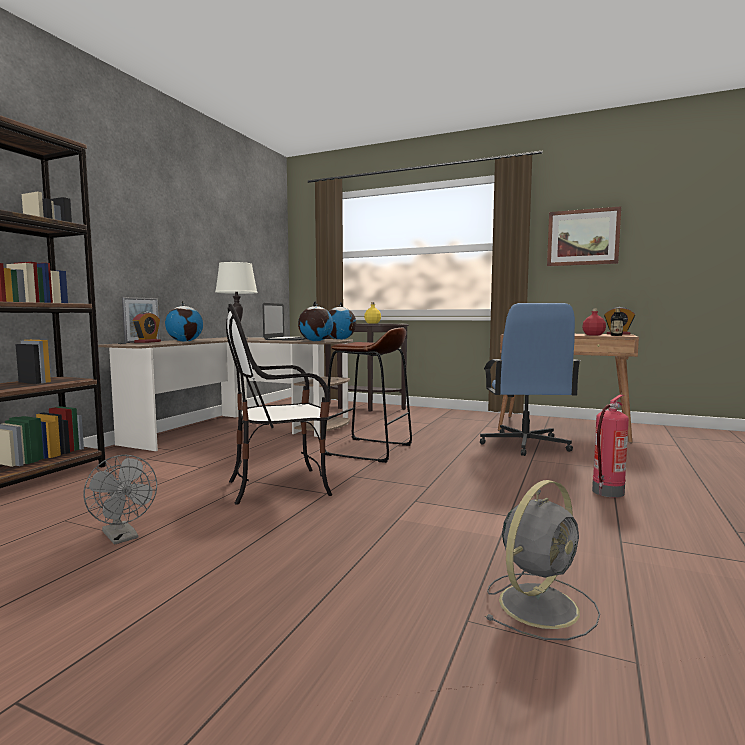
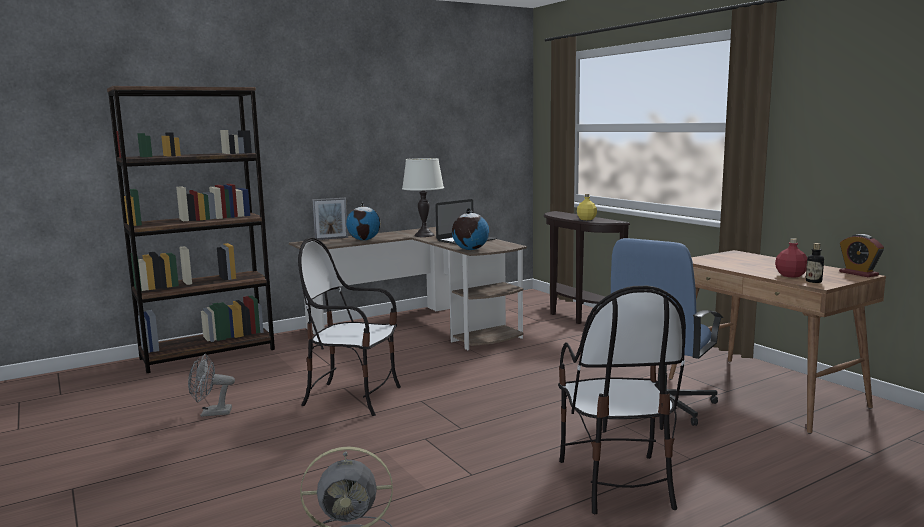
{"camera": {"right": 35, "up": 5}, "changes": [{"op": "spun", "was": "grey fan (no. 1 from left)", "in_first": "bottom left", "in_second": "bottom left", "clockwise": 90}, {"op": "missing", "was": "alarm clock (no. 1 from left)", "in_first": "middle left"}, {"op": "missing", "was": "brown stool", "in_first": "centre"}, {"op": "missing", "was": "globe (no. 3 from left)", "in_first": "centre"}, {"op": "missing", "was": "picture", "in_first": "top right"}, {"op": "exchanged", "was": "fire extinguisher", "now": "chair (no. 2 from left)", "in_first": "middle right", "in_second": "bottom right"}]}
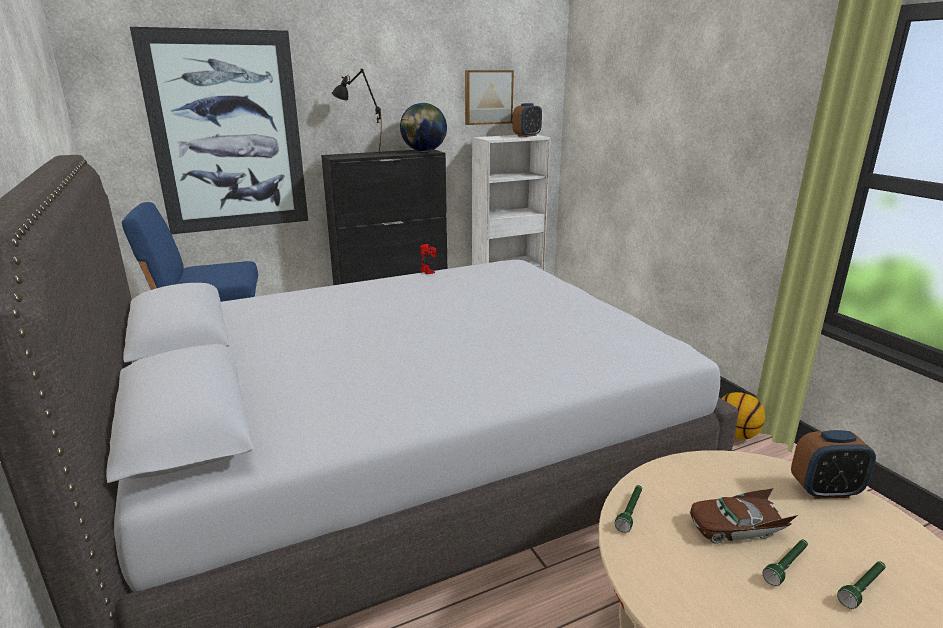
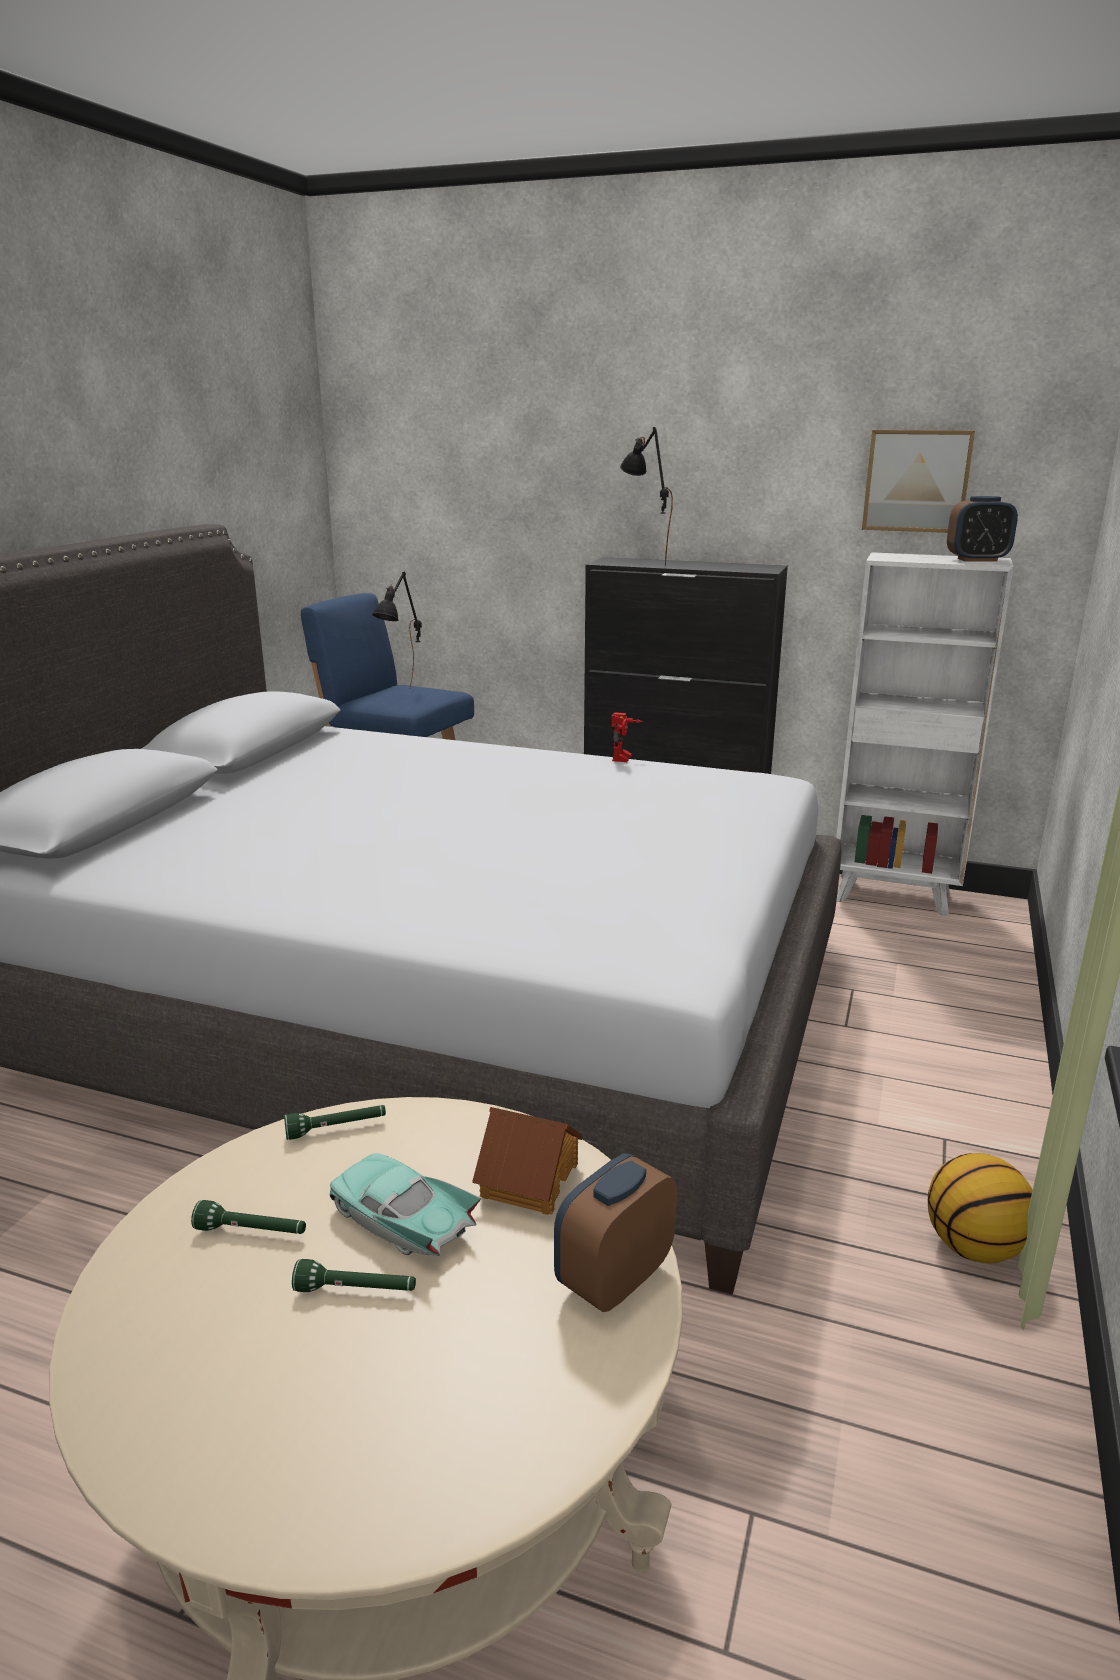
{"camera": {"right": 45, "up": 0}, "changes": [{"op": "missing", "was": "picture (no. 1 from left)", "in_first": "top left"}, {"op": "missing", "was": "globe", "in_first": "top centre"}, {"op": "colour", "was": "brown toy car", "now": "turquoise toy car", "in_first": "bottom right", "in_second": "bottom centre"}, {"op": "spun", "was": "alarm clock (no. 2 from left in the first image)", "in_first": "bottom right", "in_second": "bottom centre", "clockwise": 90}, {"op": "relocated", "was": "green flashlight (no. 3 from left in the first image)", "now": "green flashlight (no. 1 from left)", "in_first": "bottom right", "in_second": "bottom left"}, {"op": "appeared", "now": "black table lamp (no. 1 from left)", "in_second": "centre"}, {"op": "appeared", "now": "toy house", "in_second": "bottom centre"}]}
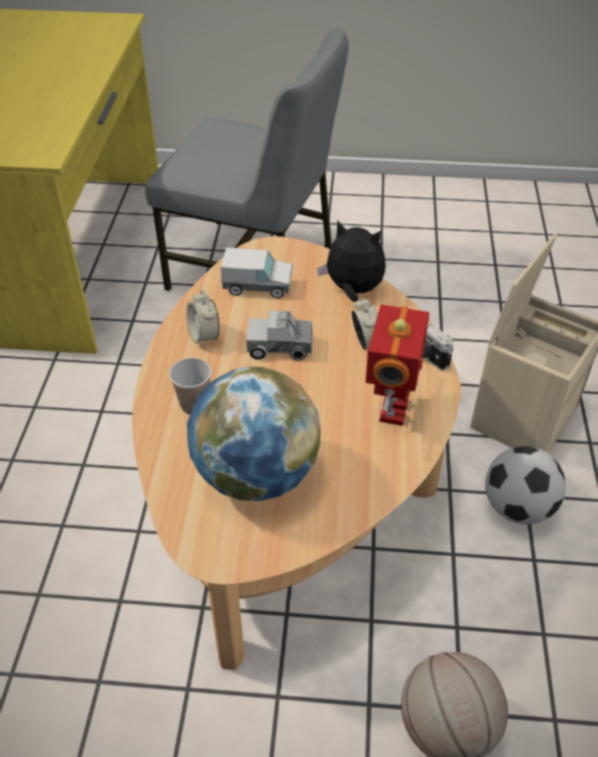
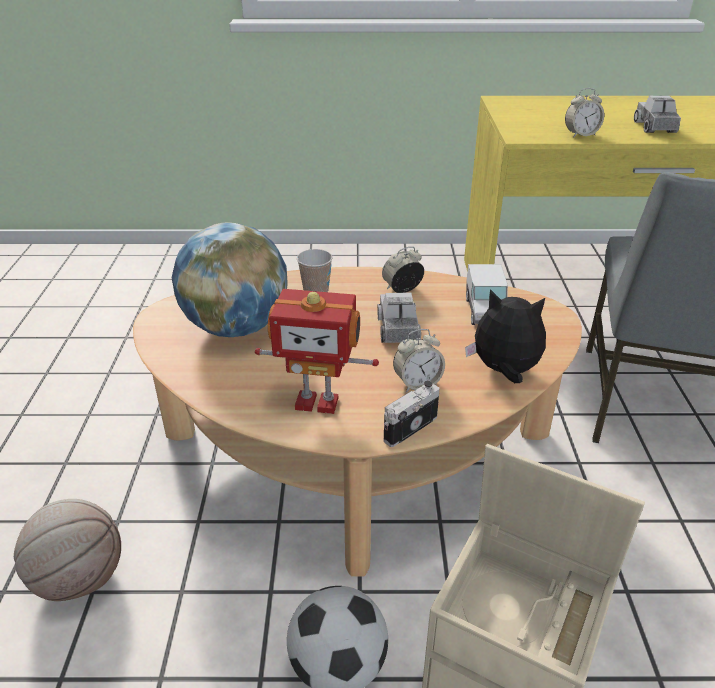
{"camera": {"right": 85, "up": -10}, "changes": [{"op": "spun", "was": "plush toy", "in_first": "centre", "in_second": "middle right", "clockwise": -90}, {"op": "appeared", "now": "alarm clock (no. 3 from left)", "in_second": "top right"}, {"op": "appeared", "now": "toy truck (no. 3 from left)", "in_second": "top right"}]}
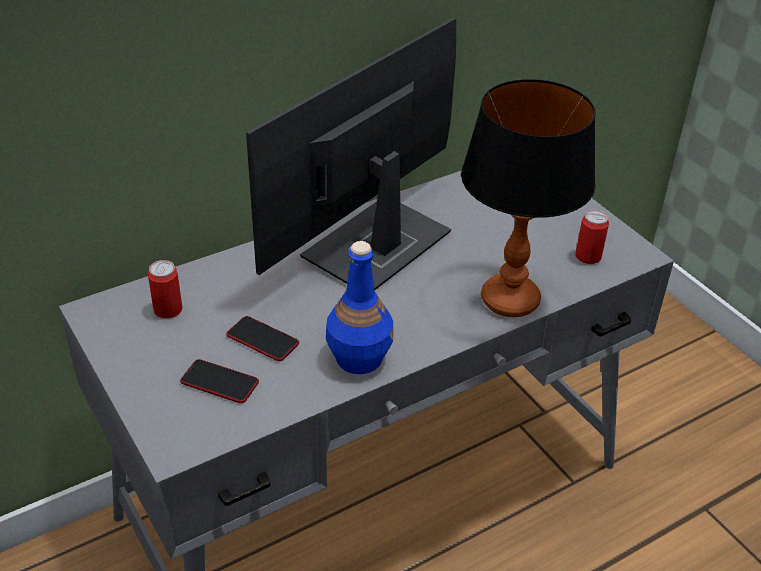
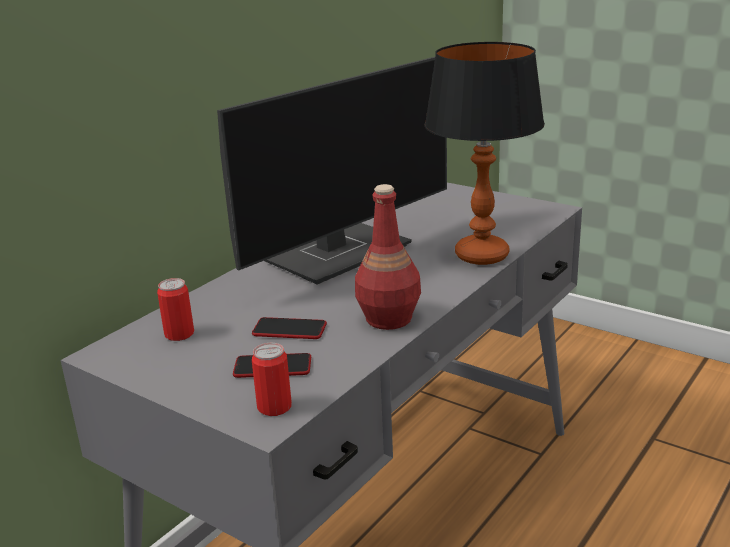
{"camera": {"right": -20, "up": -15}, "changes": [{"op": "spun", "was": "monitor", "in_first": "top centre", "in_second": "top centre", "clockwise": -150}, {"op": "colour", "was": "blue bottle", "now": "red bottle", "in_first": "centre", "in_second": "centre"}, {"op": "relocated", "was": "can (no. 2 from left)", "in_first": "middle right", "in_second": "bottom centre"}]}
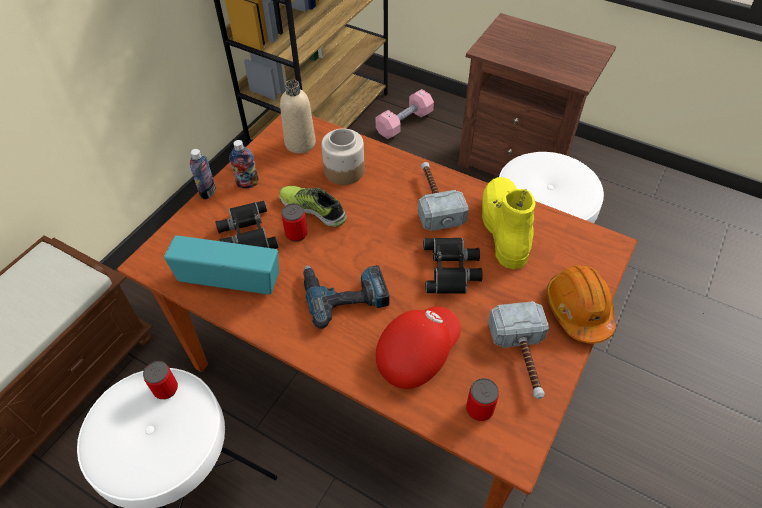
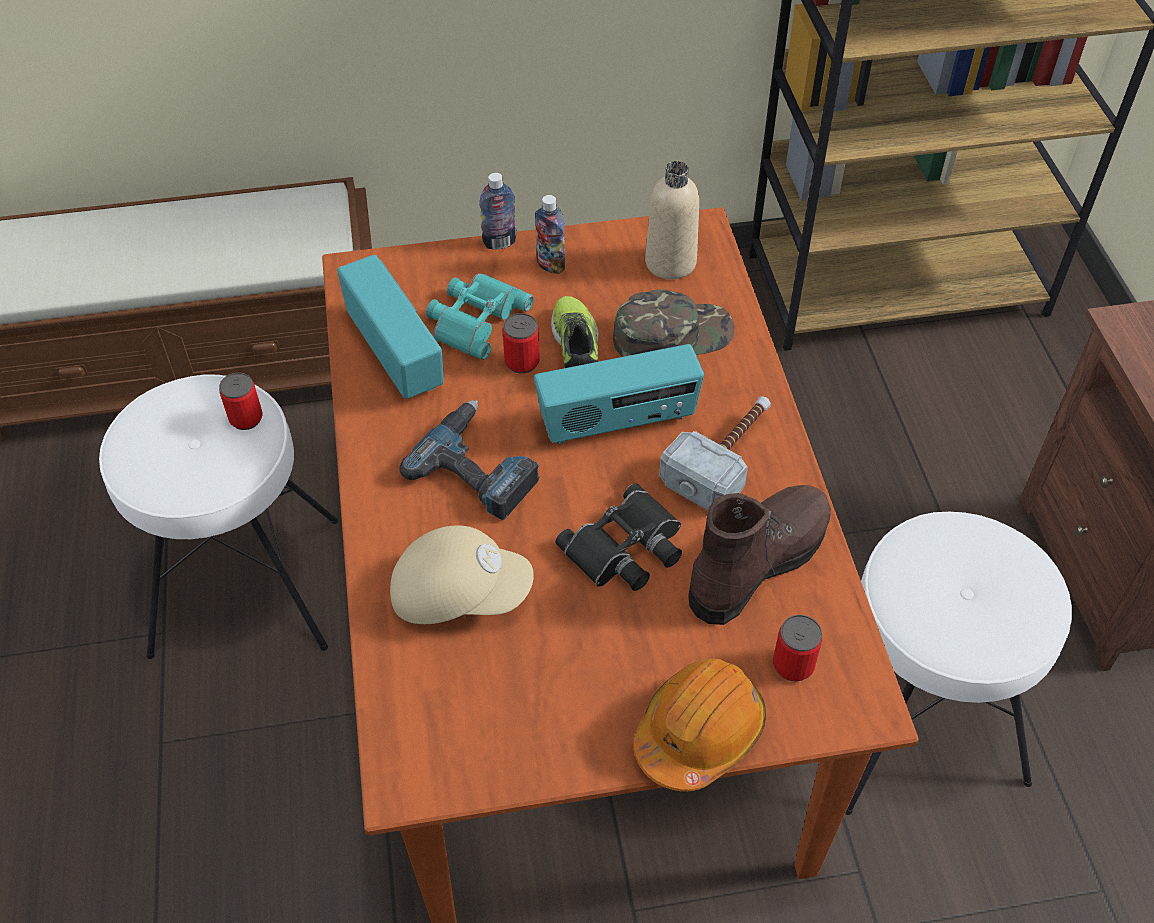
{"camera": {"right": 50, "up": 0}, "changes": [{"op": "colour", "was": "black binoculars (no. 1 from left)", "now": "turquoise binoculars", "in_first": "middle left", "in_second": "centre"}, {"op": "exchanged", "was": "jar", "now": "green cap", "in_first": "top centre", "in_second": "centre"}, {"op": "missing", "was": "pink dumbbell", "in_first": "top centre"}, {"op": "colour", "was": "red cap", "now": "beige cap", "in_first": "bottom centre", "in_second": "centre"}, {"op": "relocated", "was": "can (no. 3 from left)", "in_first": "bottom centre", "in_second": "bottom right"}, {"op": "colour", "was": "yellow boot", "now": "brown boot", "in_first": "middle right", "in_second": "centre"}, {"op": "missing", "was": "hammer (no. 2 from left)", "in_first": "bottom right"}, {"op": "appeared", "now": "radio (no. 2 from left)", "in_second": "centre"}]}
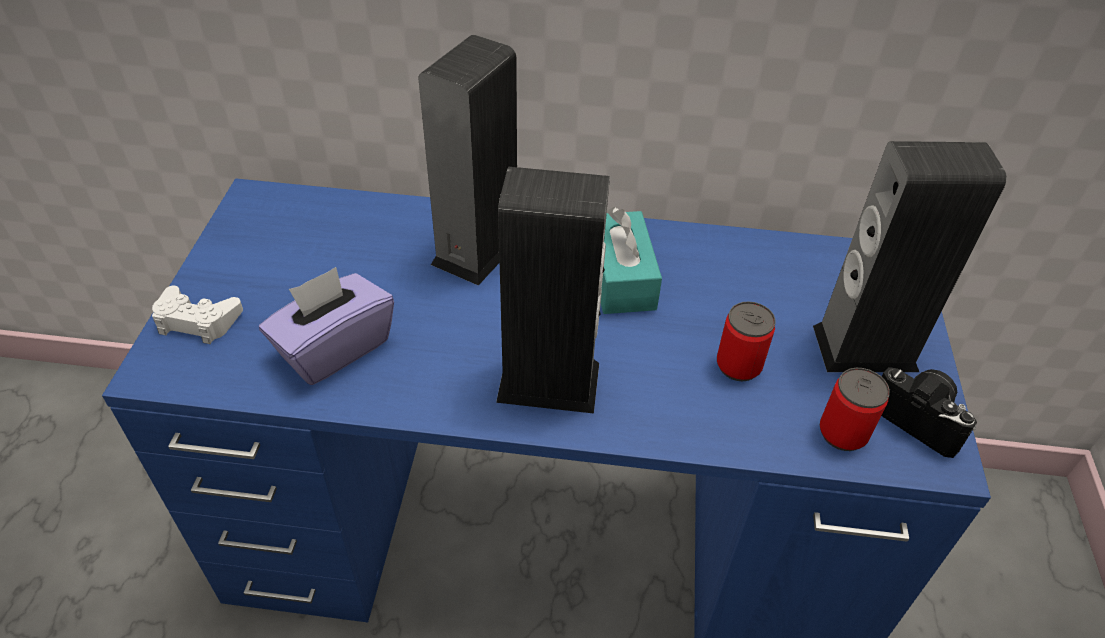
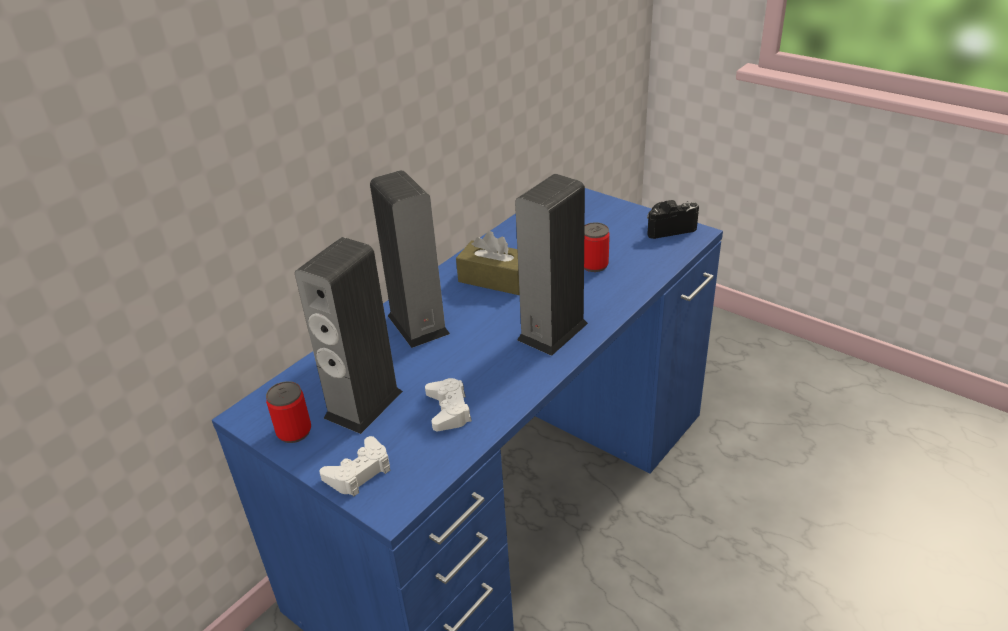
{"camera": {"right": -55, "up": -10}, "changes": [{"op": "exchanged", "was": "purple tissue box", "now": "white game controller (no. 2 from left)", "in_first": "middle left", "in_second": "centre"}, {"op": "colour", "was": "turquoise tissue box", "now": "brown tissue box", "in_first": "centre", "in_second": "centre"}, {"op": "relocated", "was": "speaker (no. 3 from left in the first image)", "now": "speaker (no. 1 from left)", "in_first": "middle right", "in_second": "centre"}, {"op": "relocated", "was": "can (no. 2 from left in the first image)", "now": "can (no. 1 from left)", "in_first": "middle right", "in_second": "middle left"}]}
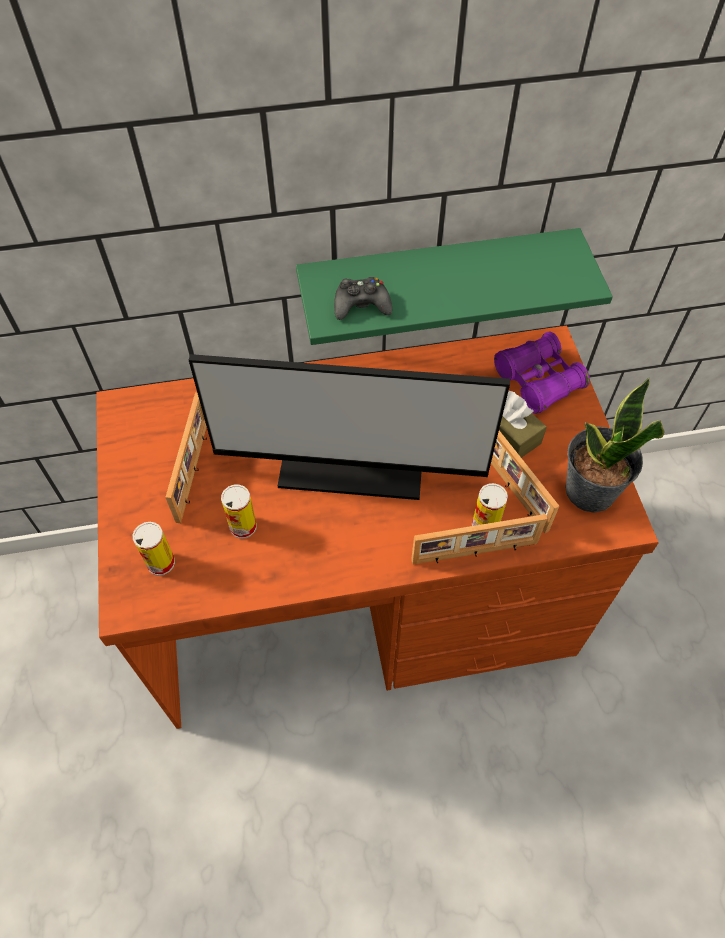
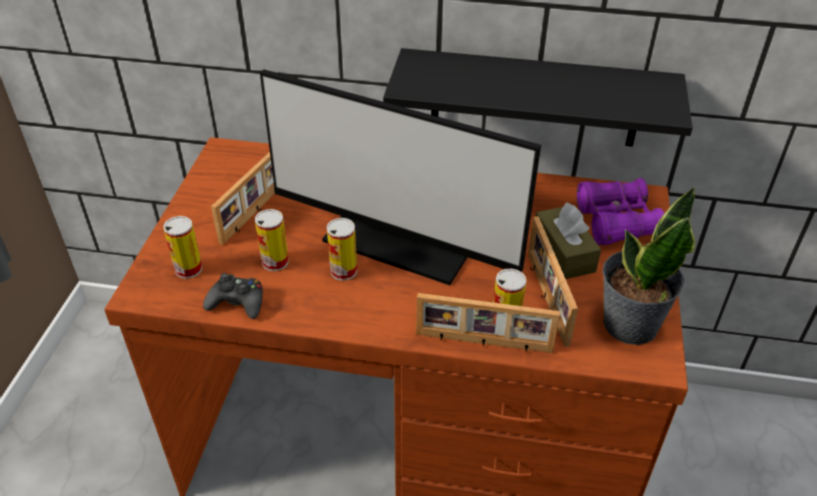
{"camera": {"right": 20, "up": -15}, "changes": [{"op": "colour", "was": "green shelf", "now": "black shelf", "in_first": "top centre", "in_second": "top centre"}, {"op": "relocated", "was": "black game controller", "in_first": "top centre", "in_second": "middle left"}, {"op": "appeared", "now": "can (no. 3 from left)", "in_second": "centre"}]}
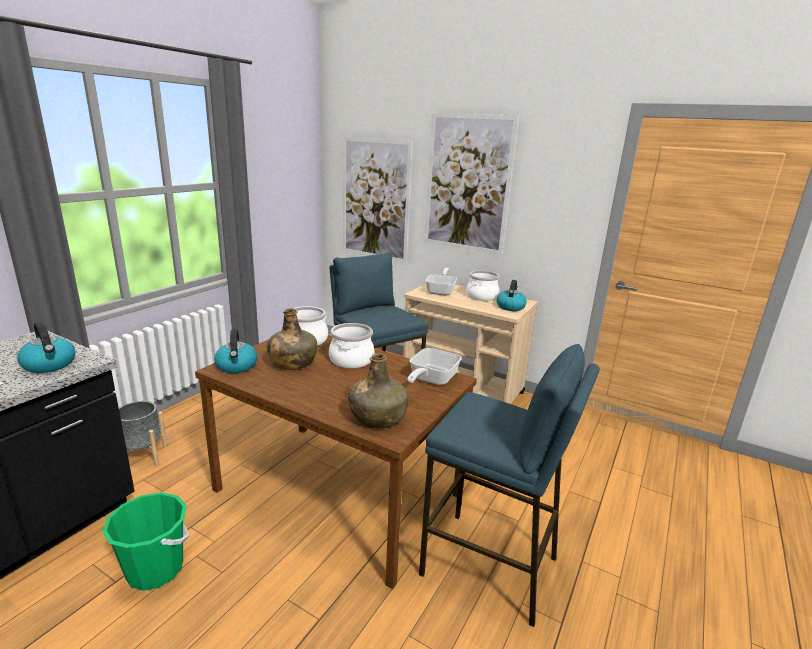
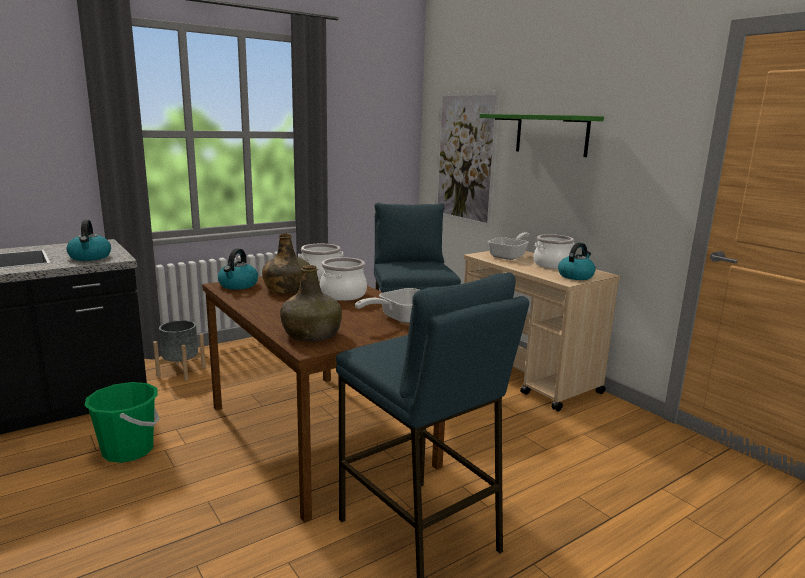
{"camera": {"right": 25, "up": -5}, "changes": [{"op": "exchanged", "was": "picture (no. 2 from left)", "now": "green shelf", "in_first": "top centre", "in_second": "top right"}]}
